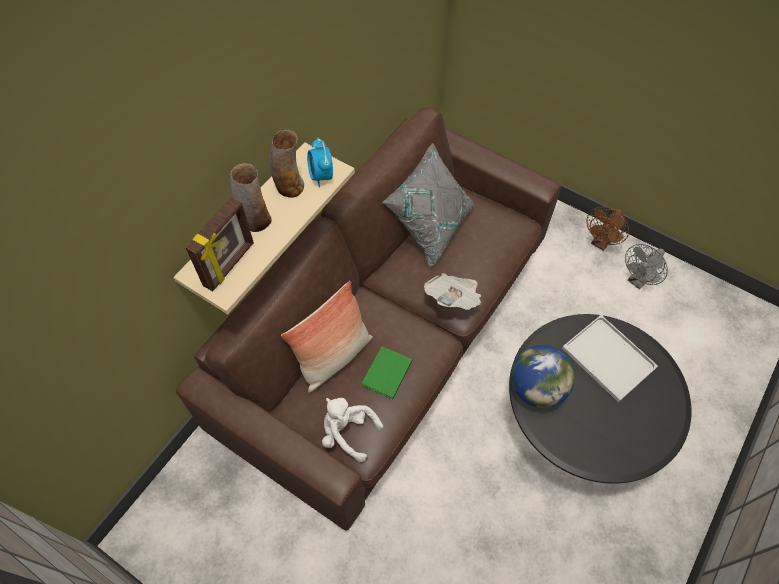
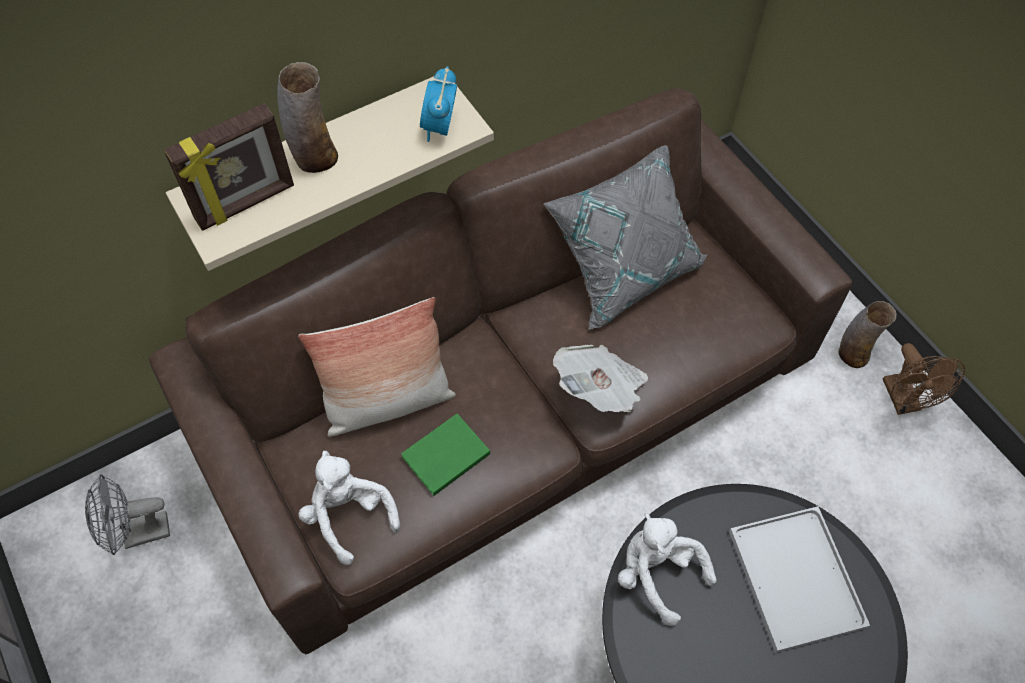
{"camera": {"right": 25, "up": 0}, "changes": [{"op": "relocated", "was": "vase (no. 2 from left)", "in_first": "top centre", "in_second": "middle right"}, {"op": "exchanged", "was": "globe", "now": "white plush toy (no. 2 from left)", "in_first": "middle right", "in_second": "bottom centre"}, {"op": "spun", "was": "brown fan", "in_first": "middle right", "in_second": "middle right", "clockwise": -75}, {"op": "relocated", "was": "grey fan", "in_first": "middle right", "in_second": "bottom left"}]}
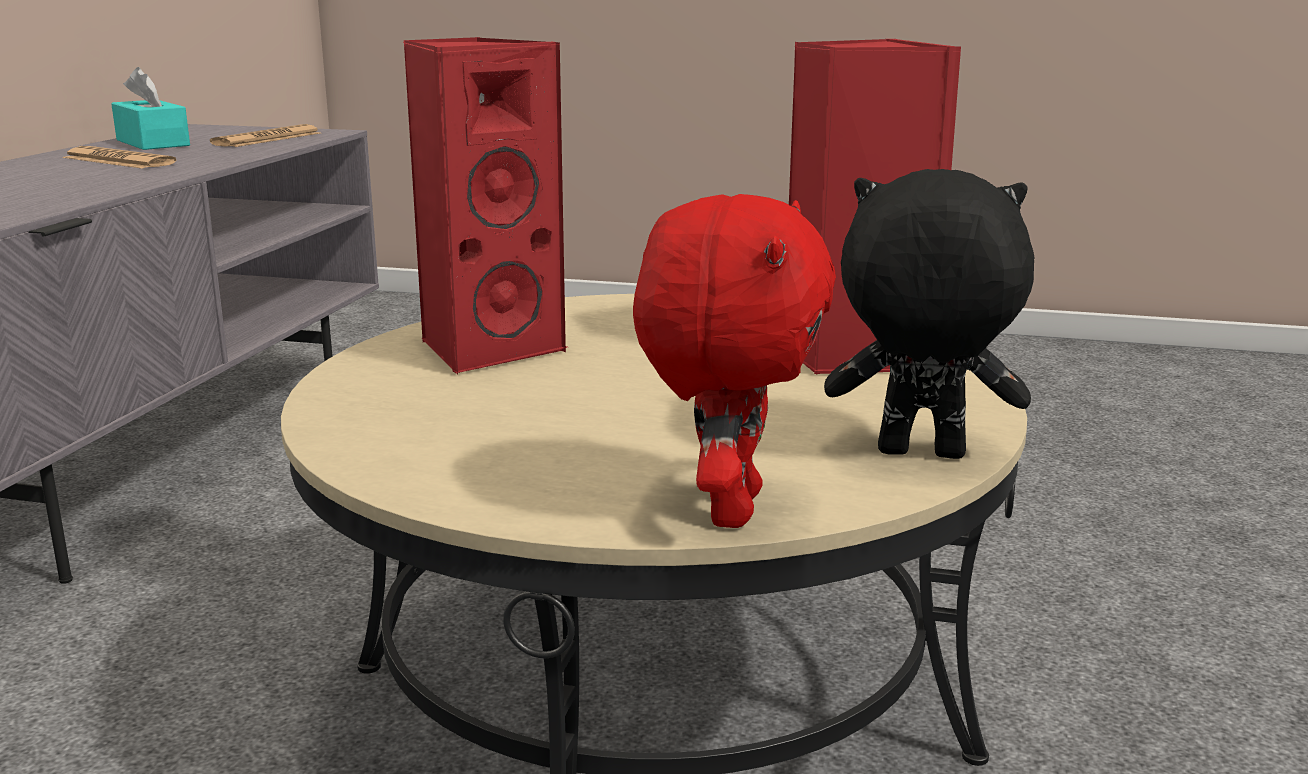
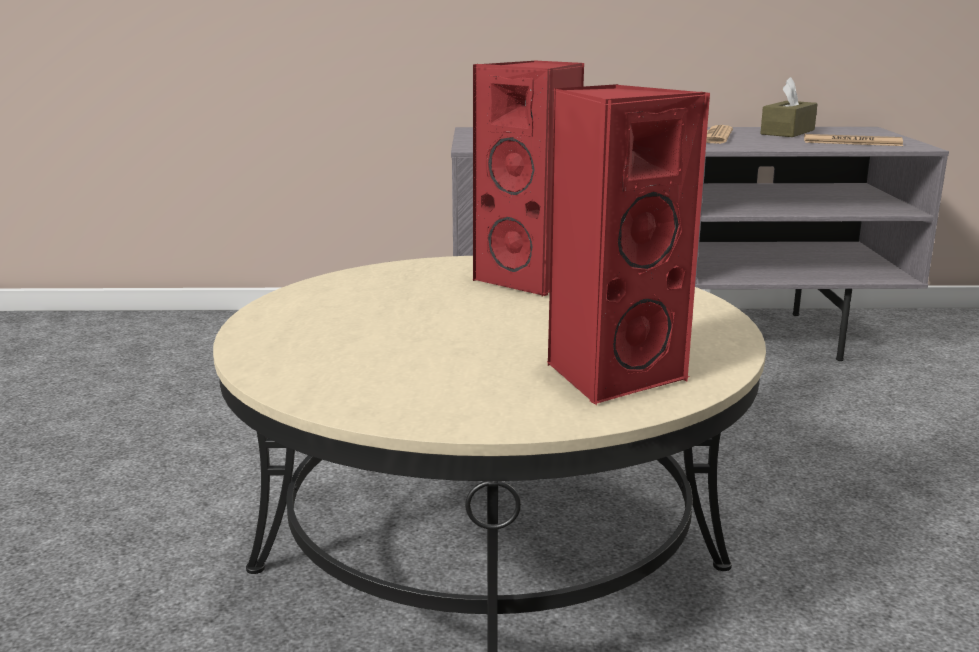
{"camera": {"right": 75, "up": 0}, "changes": [{"op": "colour", "was": "turquoise tissue box", "now": "brown tissue box", "in_first": "top left", "in_second": "top right"}, {"op": "missing", "was": "red plush toy", "in_first": "centre"}, {"op": "missing", "was": "black plush toy", "in_first": "middle right"}]}
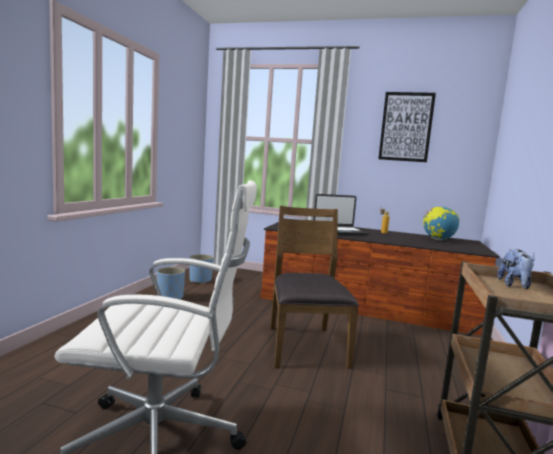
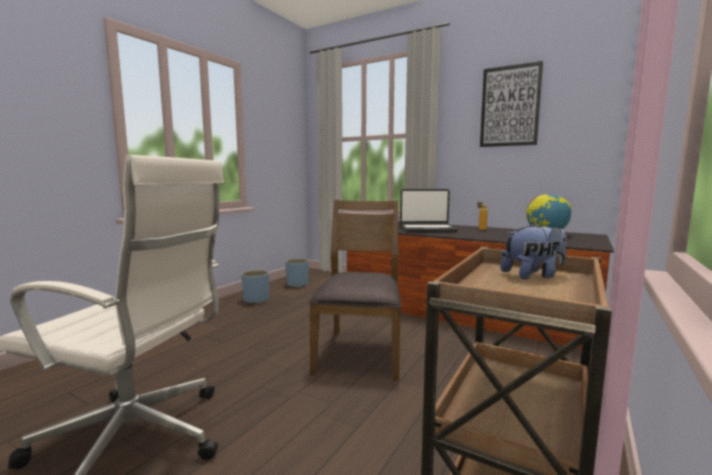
{"camera": {"right": 15, "up": 0}, "changes": [{"op": "spun", "was": "plush toy", "in_first": "middle right", "in_second": "middle right", "clockwise": -135}]}
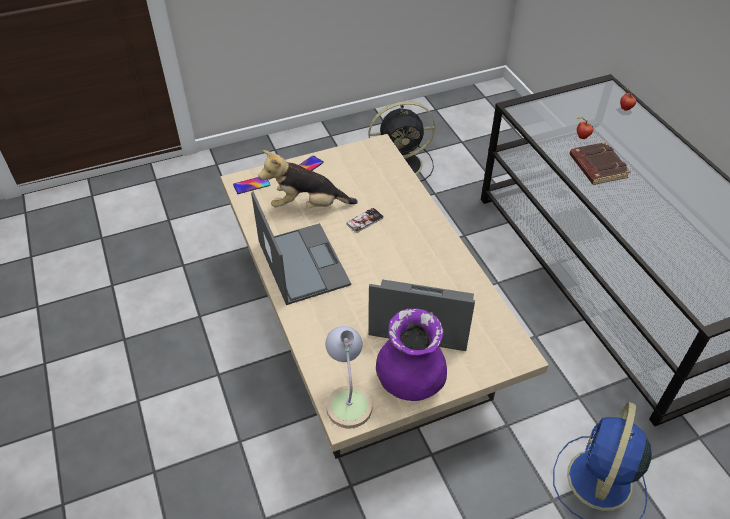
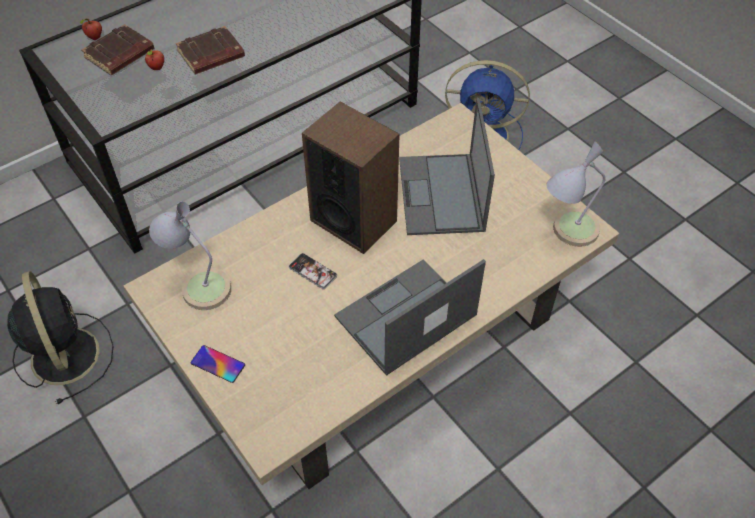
{"camera": {"right": -105, "up": 5}, "changes": [{"op": "missing", "was": "phone (no. 1 from left)", "in_first": "centre"}, {"op": "missing", "was": "plush toy", "in_first": "centre"}, {"op": "missing", "was": "purple vase", "in_first": "bottom centre"}, {"op": "appeared", "now": "brown book (no. 1 from left)", "in_second": "top left"}, {"op": "appeared", "now": "table lamp (no. 1 from left)", "in_second": "middle left"}, {"op": "appeared", "now": "speaker", "in_second": "centre"}]}
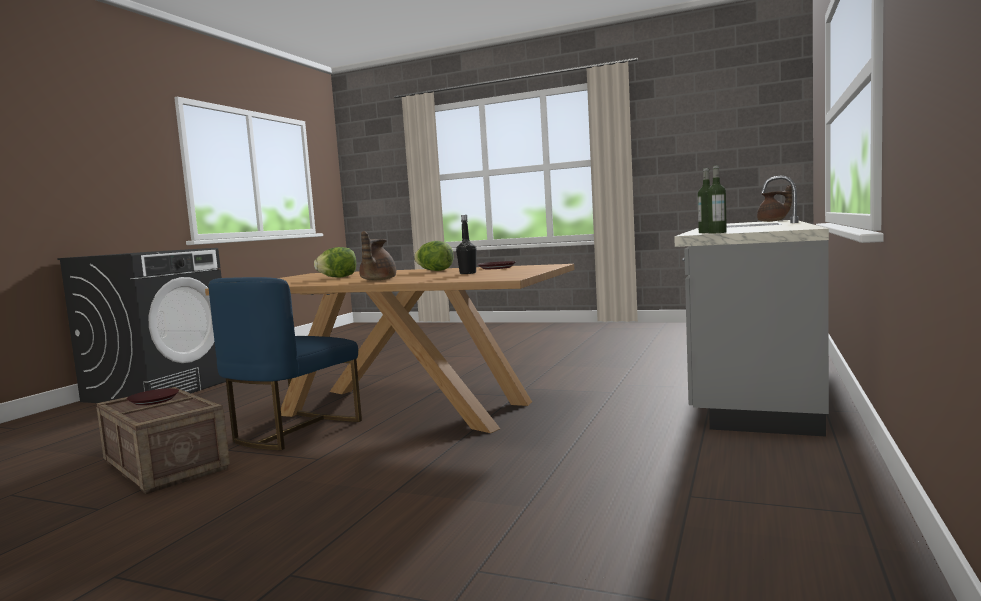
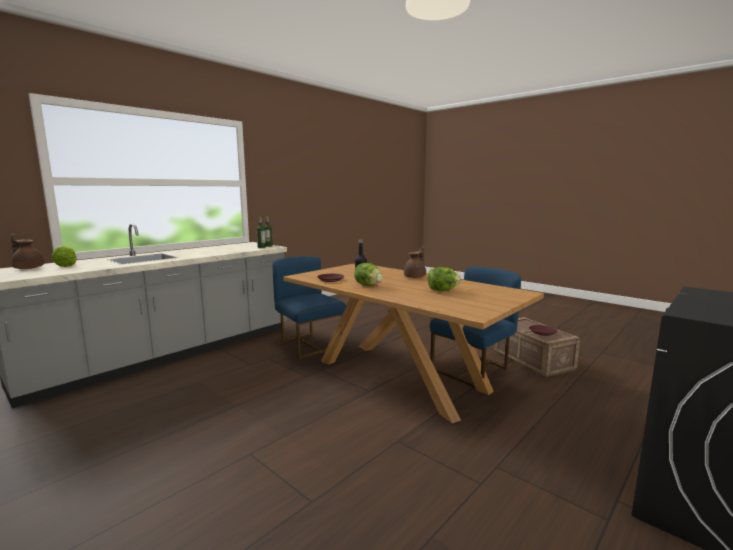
{"camera": {"right": -160, "up": 5}, "changes": [{"op": "appeared", "now": "lettuce (no. 1 from left)", "in_second": "middle left"}, {"op": "appeared", "now": "blue chair (no. 1 from left)", "in_second": "centre"}]}
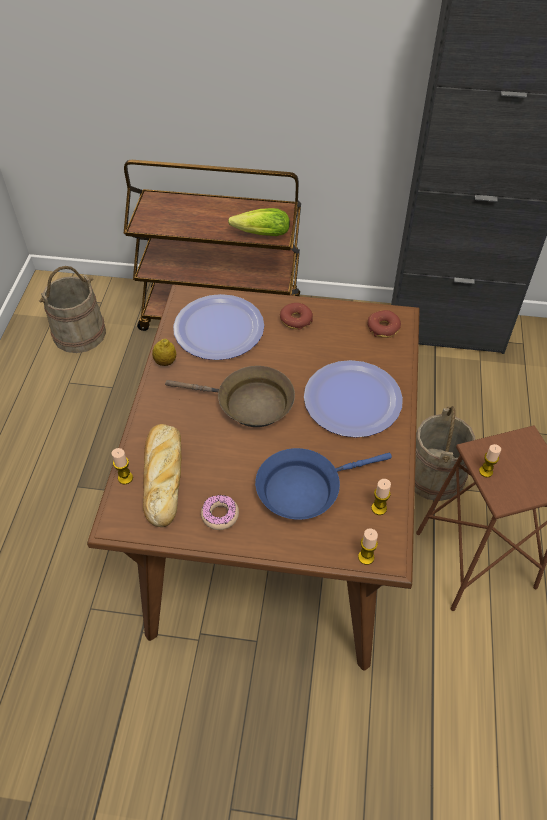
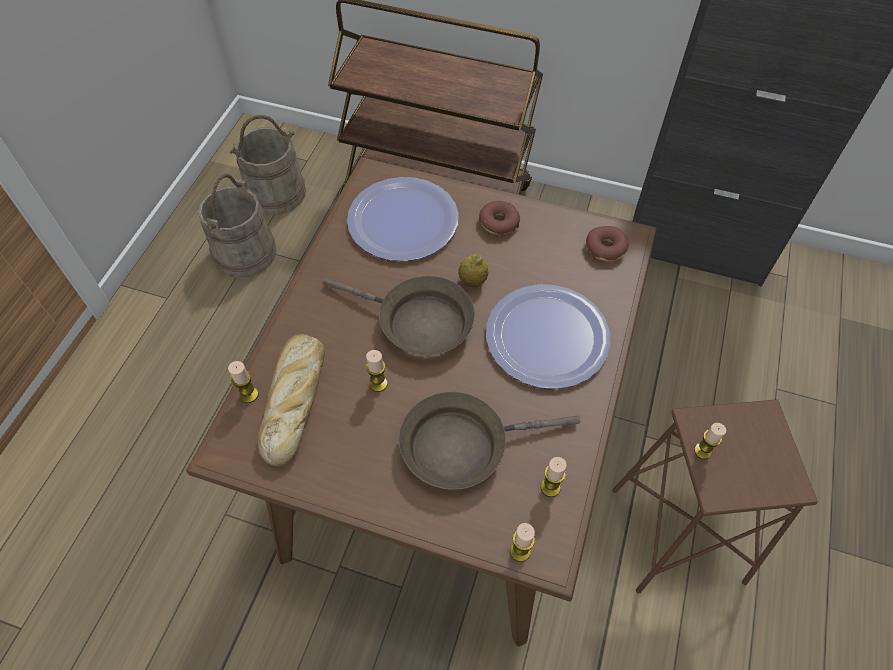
{"camera": {"right": 10, "up": 5}, "changes": [{"op": "relocated", "was": "lemon", "in_first": "middle left", "in_second": "centre"}, {"op": "missing", "was": "donut (no. 1 from left)", "in_first": "centre"}, {"op": "missing", "was": "lettuce", "in_first": "top centre"}, {"op": "colour", "was": "blue frying pan", "now": "brown frying pan (no. 2 from left)", "in_first": "centre", "in_second": "centre"}, {"op": "relocated", "was": "beige bucket (no. 2 from left in the first image)", "now": "beige bucket (no. 1 from left)", "in_first": "middle right", "in_second": "middle left"}, {"op": "appeared", "now": "candle (no. 2 from left)", "in_second": "centre"}]}
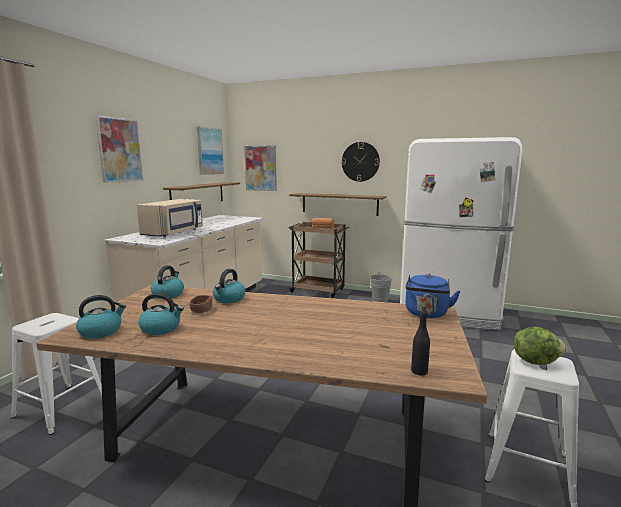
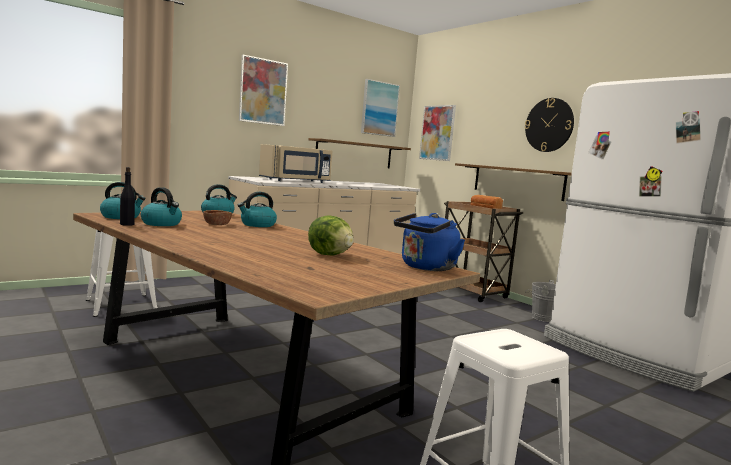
{"camera": {"right": 30, "up": -5}, "changes": [{"op": "relocated", "was": "black bottle", "in_first": "bottom right", "in_second": "middle left"}, {"op": "relocated", "was": "lettuce", "in_first": "bottom right", "in_second": "centre"}]}
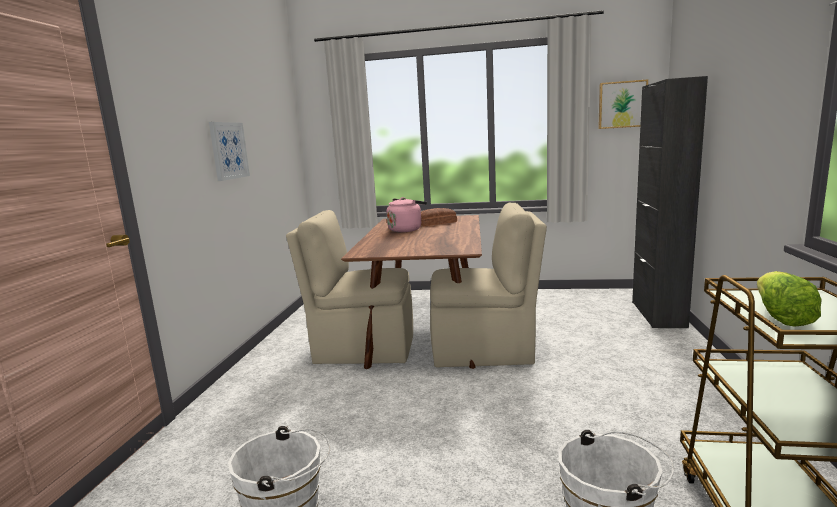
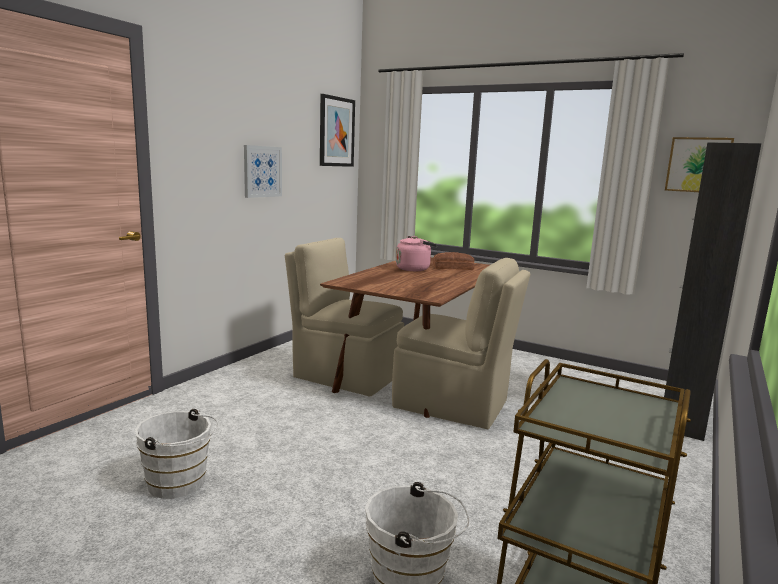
{"camera": {"right": 20, "up": 0}, "changes": [{"op": "missing", "was": "lettuce", "in_first": "middle right"}, {"op": "appeared", "now": "picture (no. 2 from left)", "in_second": "top centre"}]}
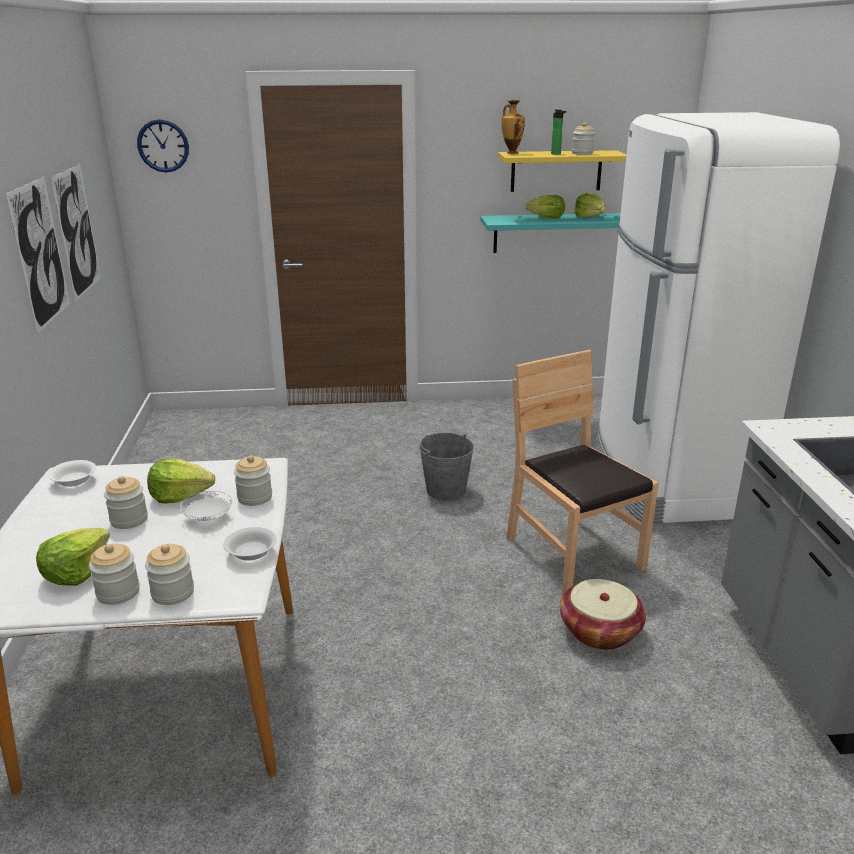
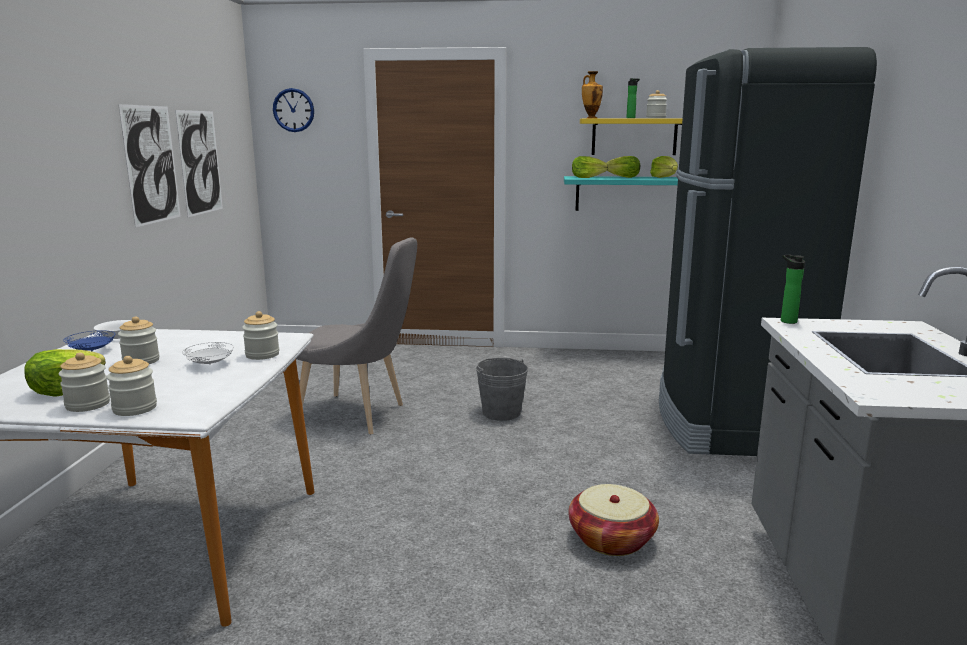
{"camera": {"right": 10, "up": -10}, "changes": [{"op": "relocated", "was": "lettuce (no. 2 from left)", "in_first": "middle left", "in_second": "top centre"}, {"op": "missing", "was": "white bowl (no. 2 from left)", "in_first": "middle left"}, {"op": "missing", "was": "brown chair", "in_first": "middle right"}, {"op": "colour", "was": "white fridge", "now": "black fridge", "in_first": "middle right", "in_second": "middle right"}, {"op": "appeared", "now": "blue plate", "in_second": "middle left"}, {"op": "appeared", "now": "grey chair", "in_second": "centre"}, {"op": "appeared", "now": "bottle (no. 2 from left)", "in_second": "middle right"}]}
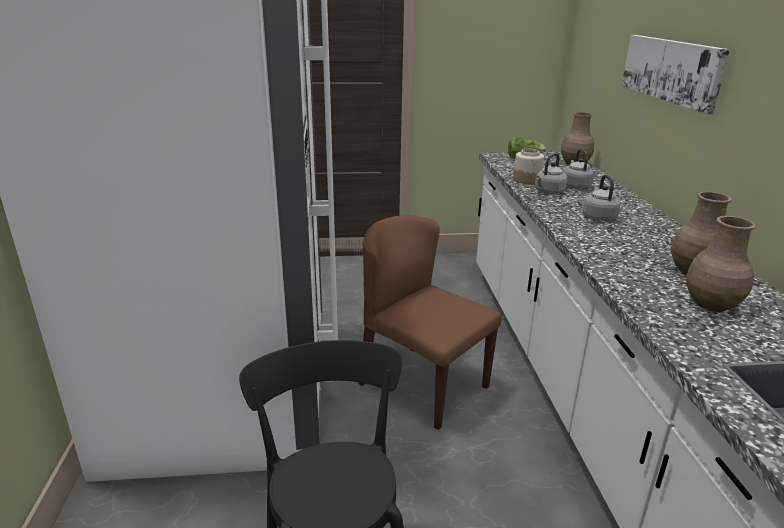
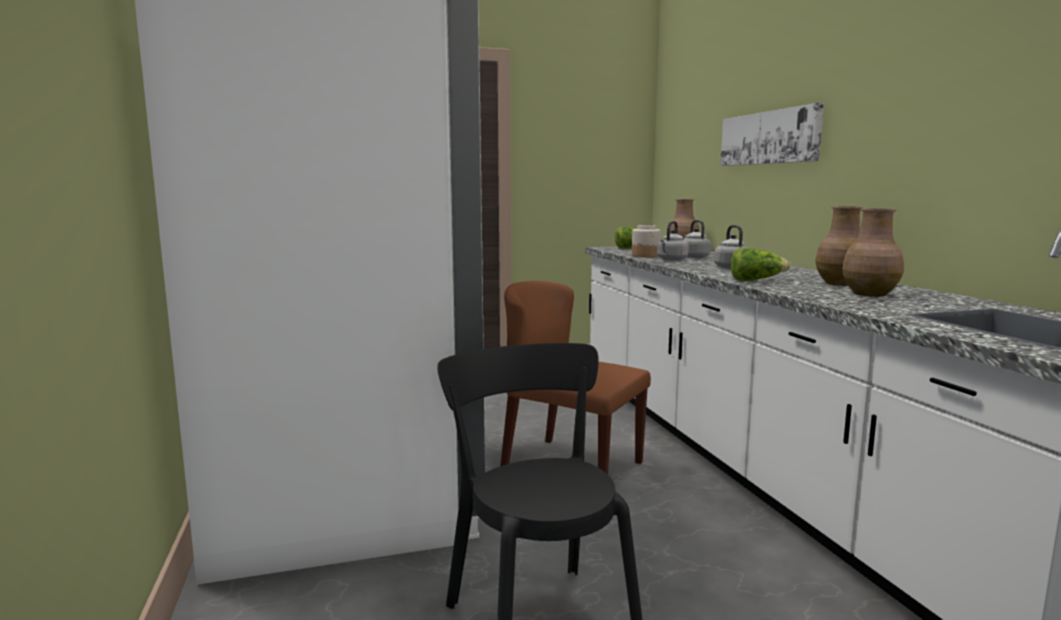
{"camera": {"right": -10, "up": -15}, "changes": [{"op": "appeared", "now": "lettuce (no. 2 from left)", "in_second": "middle right"}]}
